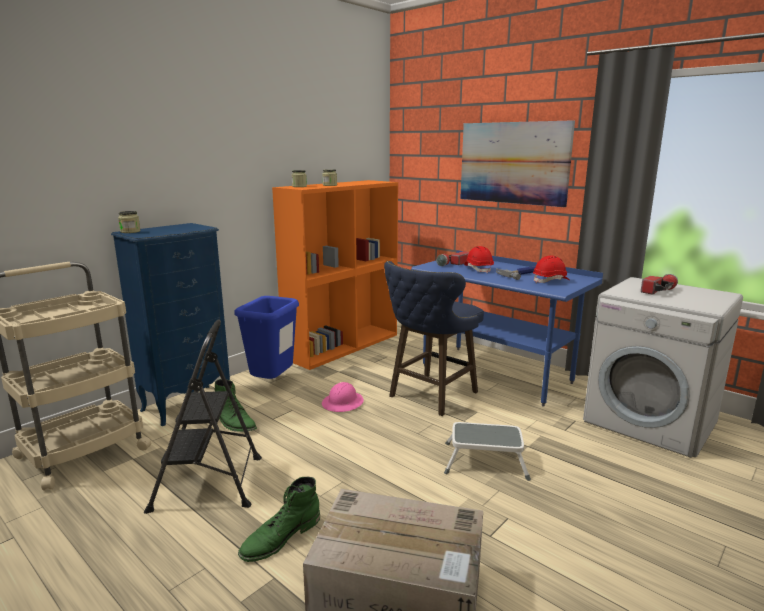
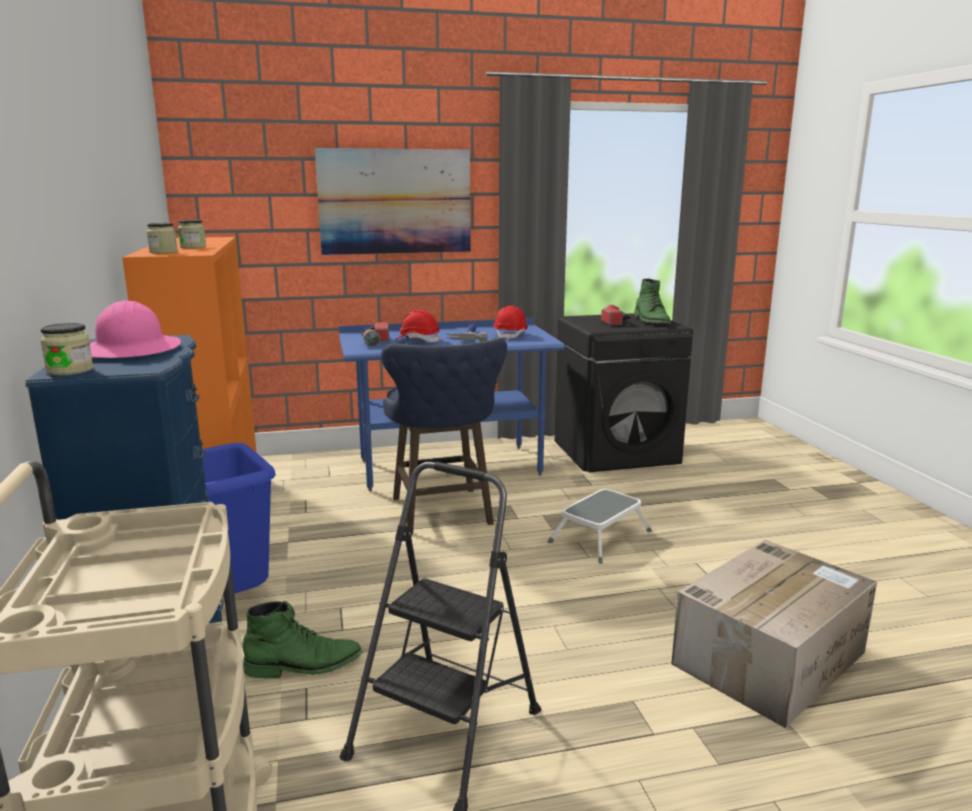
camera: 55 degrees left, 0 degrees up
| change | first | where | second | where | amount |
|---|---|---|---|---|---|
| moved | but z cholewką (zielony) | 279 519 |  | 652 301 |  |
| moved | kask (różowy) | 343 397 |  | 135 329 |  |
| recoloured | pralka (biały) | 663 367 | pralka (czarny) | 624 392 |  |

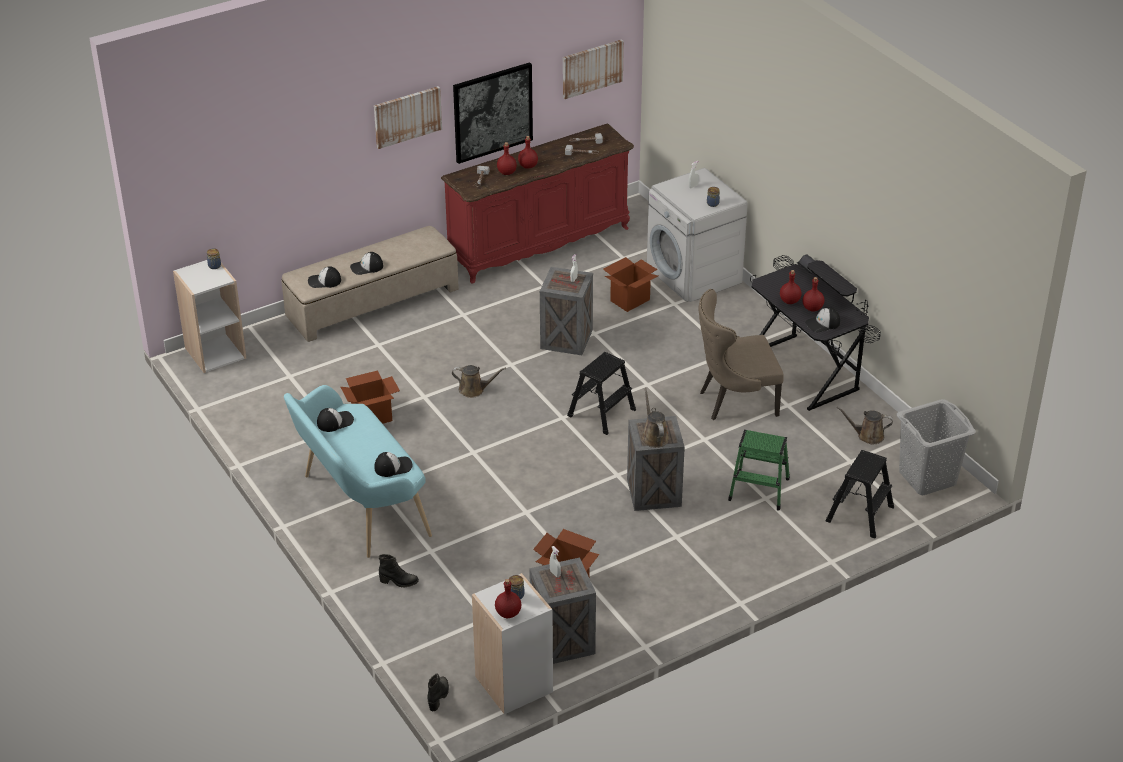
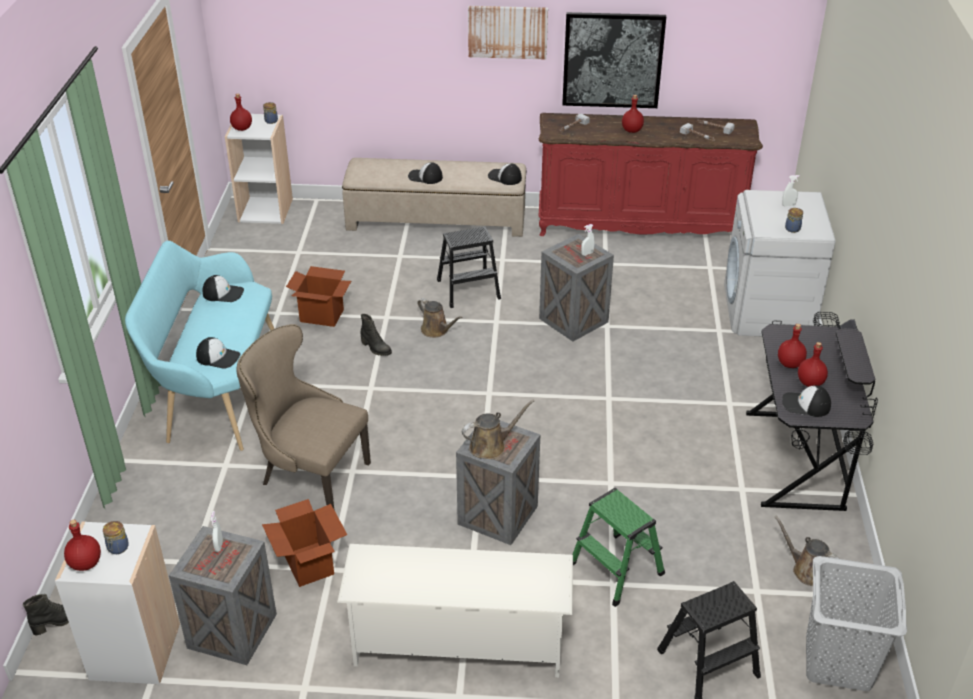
camera: 35 degrees right, 0 degrees up
| change | first | where | second | where | amount |
|---|---|---|---|---|---|
| moved | czapka z daszkiem | 324 277 |  | 505 174 |  |
| moved | but z cholewką (czarny) | 399 571 |  | 376 335 |  |
| moved | butelka (czerwony) | 507 158 |  | 241 112 |  |
| removed | obraz | 593 69 |  |  |  |
| moved | drabinka (czarny) | 601 393 |  | 469 267 |  |
| removed | karton | 630 284 |  |  |  |
| turned | konewka (brązowy) | 655 418 |  | 498 429 | 45 degrees clockwise |
| moved | krzesło (beżowy) | 741 354 |  | 304 416 |  |
| added |  |  | regał na buty (biały) | 455 610 |  |

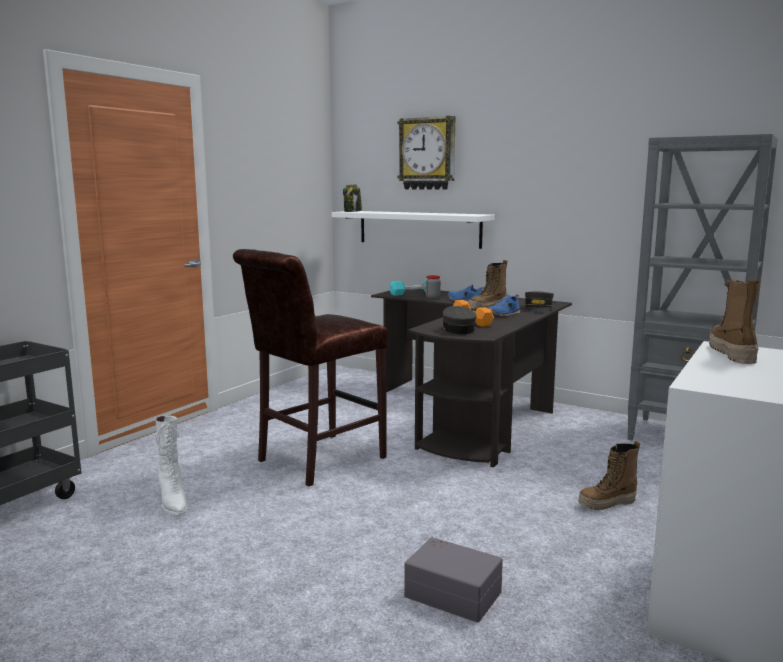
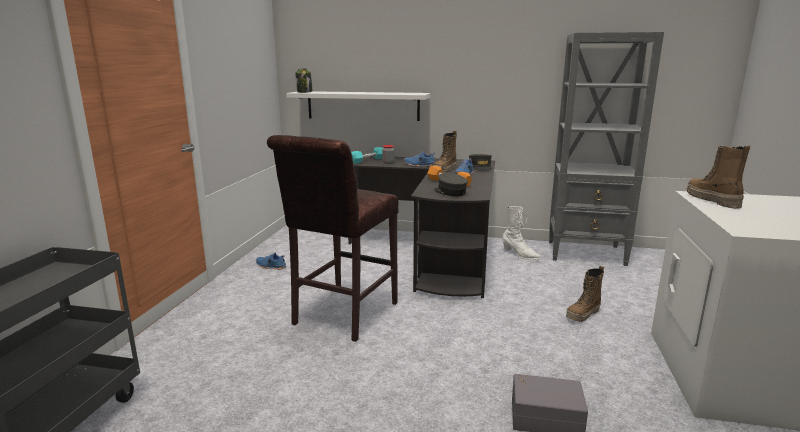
camera: 20 degrees left, 5 degrees up
| change | first | where | second | where | amount |
|---|---|---|---|---|---|
| moved | but z cholewką (biały) | 171 465 |  | 521 233 |  |
| removed | zegar ścienny | 426 153 |  |  |  |
| added |  |  | but (niebieski) | 271 261 |  |

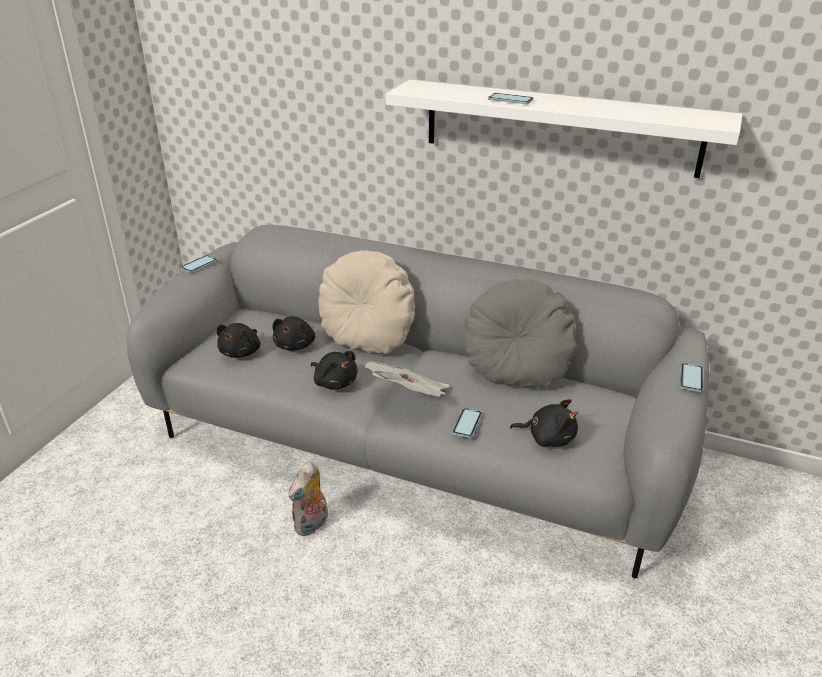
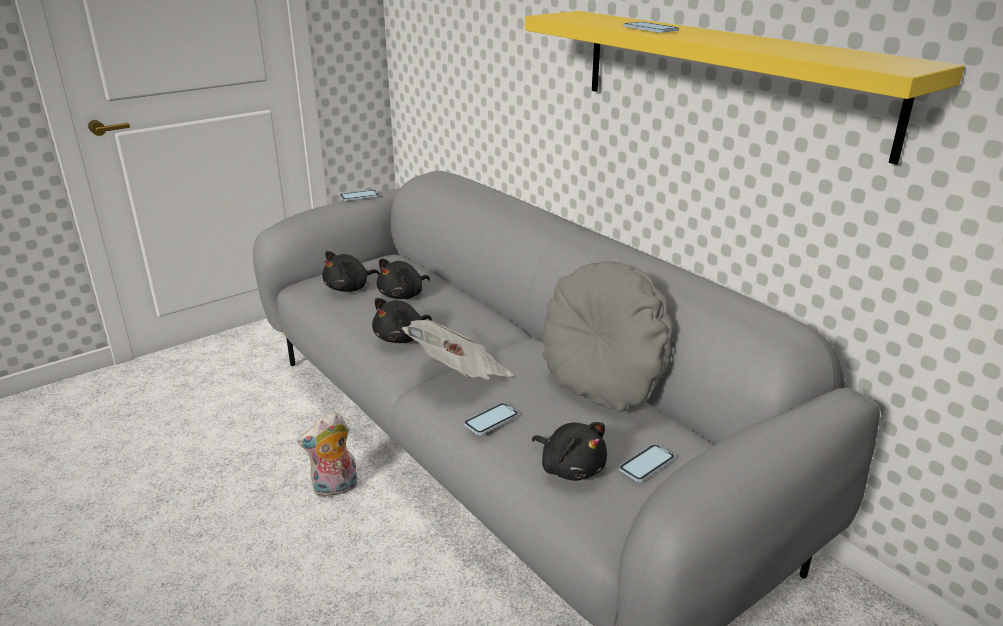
camera: 30 degrees right, 5 degrees down
| change | first | where | second | where | amount |
|---|---|---|---|---|---|
| turned | pluszak (czarny) | 334 370 |  | 402 320 | 60 degrees clockwise |
| removed | poduszka (beżowy) | 366 302 |  |  |  |
| recoloured | półka (biały) | 564 129 | półka (żółty) | 745 88 |  |
| moved | telefon | 692 377 |  | 647 463 |  |

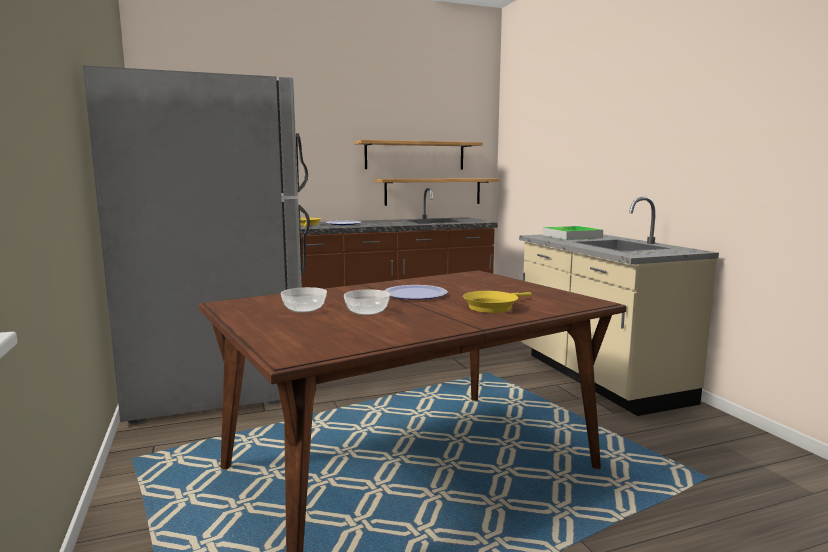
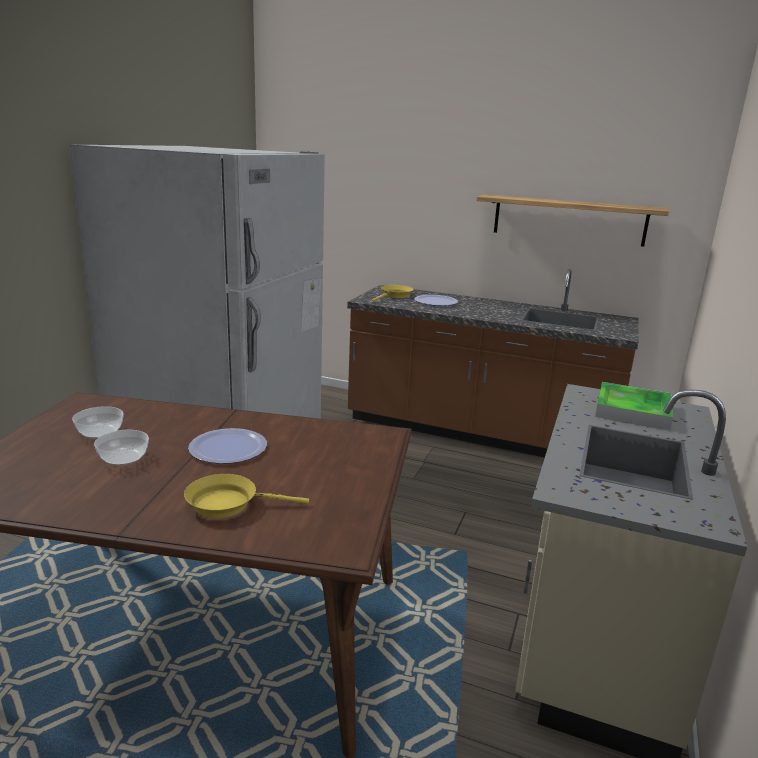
camera: 40 degrees right, 10 degrees up
| change | first | where | second | where | amount |
|---|---|---|---|---|---|
| removed | półka | 437 192 |  |  |  |

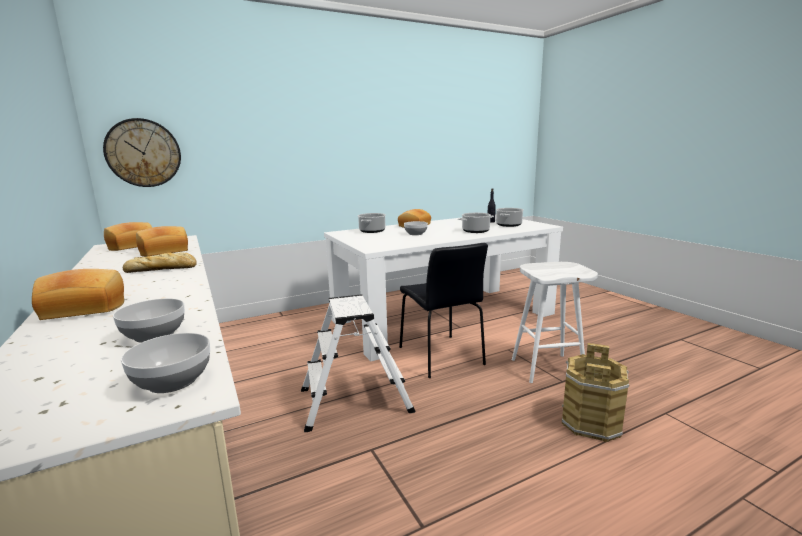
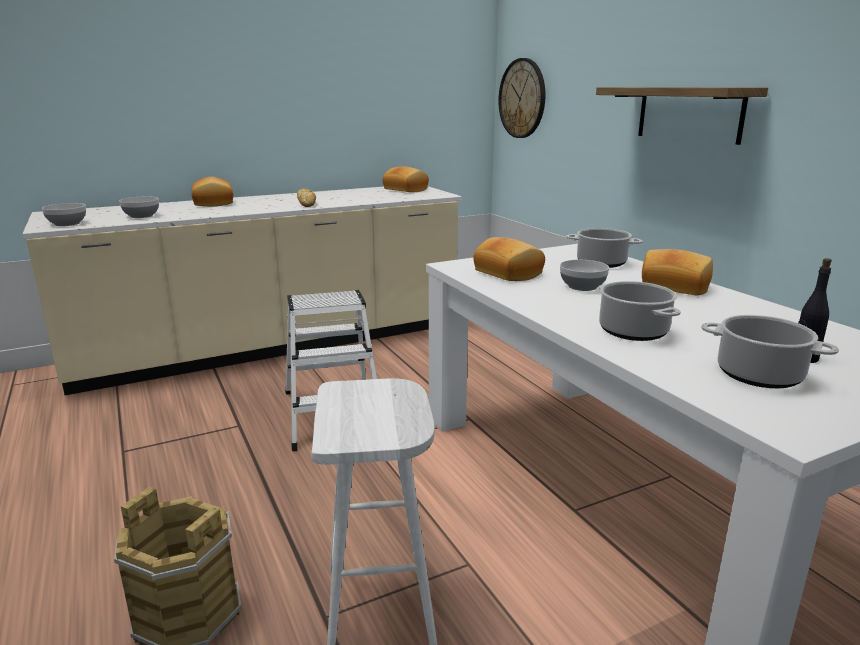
camera: 90 degrees right, 5 degrees up
| change | first | where | second | where | amount |
|---|---|---|---|---|---|
| moved | chleb | 162 241 |  | 509 259 |  |
| removed | krzesło (czarny) | 443 310 |  |  |  |
| added |  |  | półka | 682 116 |  |

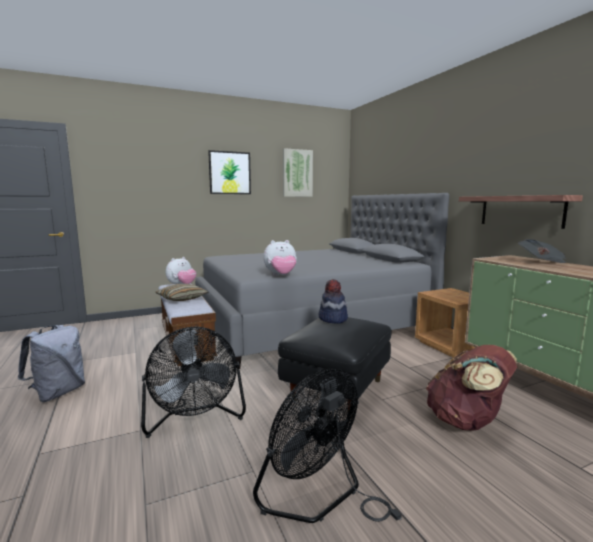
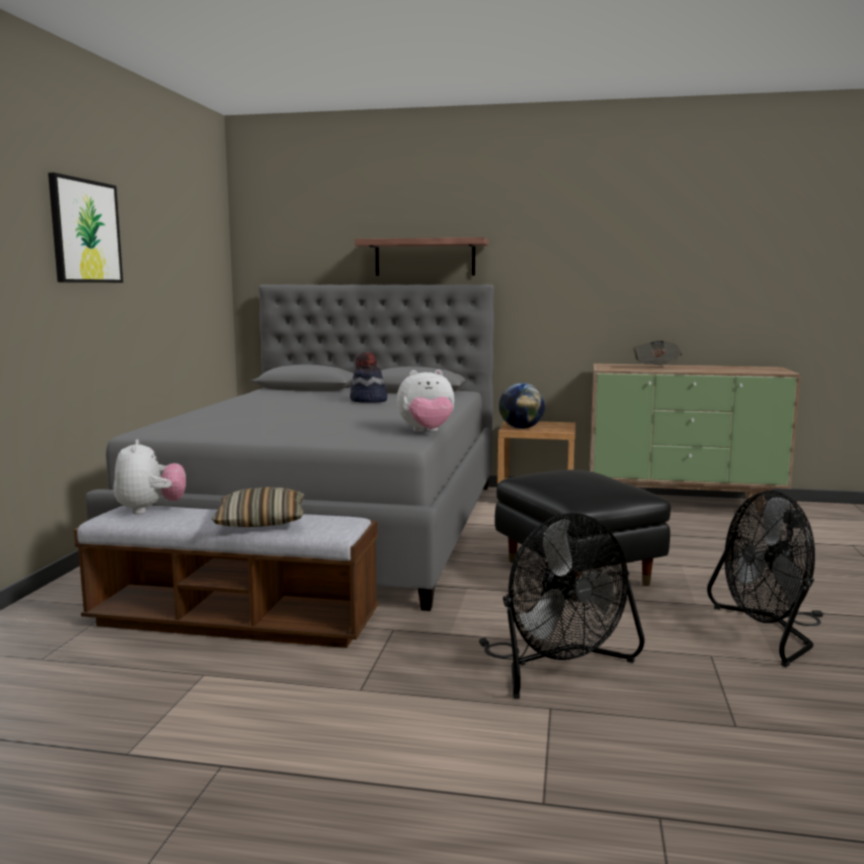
camera: 55 degrees left, 0 degrees up
| change | first | where | second | where | amount |
|---|---|---|---|---|---|
| removed | plecak (szary) | 51 363 |  |  |  |
| turned | wentylator (czarny) | 193 382 |  | 562 606 | 45 degrees clockwise |
| turned | pluszak | 280 258 |  | 425 400 | 60 degrees clockwise |
| removed | obraz | 298 172 |  |  |  |
| moved | kapelusz | 333 301 |  | 368 377 |  |
| removed | plecak (brązowy) | 471 388 |  |  |  |
| moved | półka | 521 212 |  | 422 256 |  |
| added |  |  | globus | 522 406 |  |

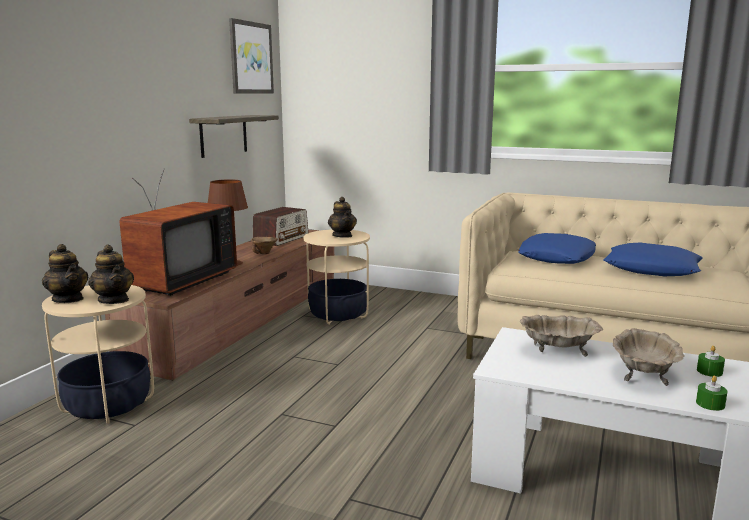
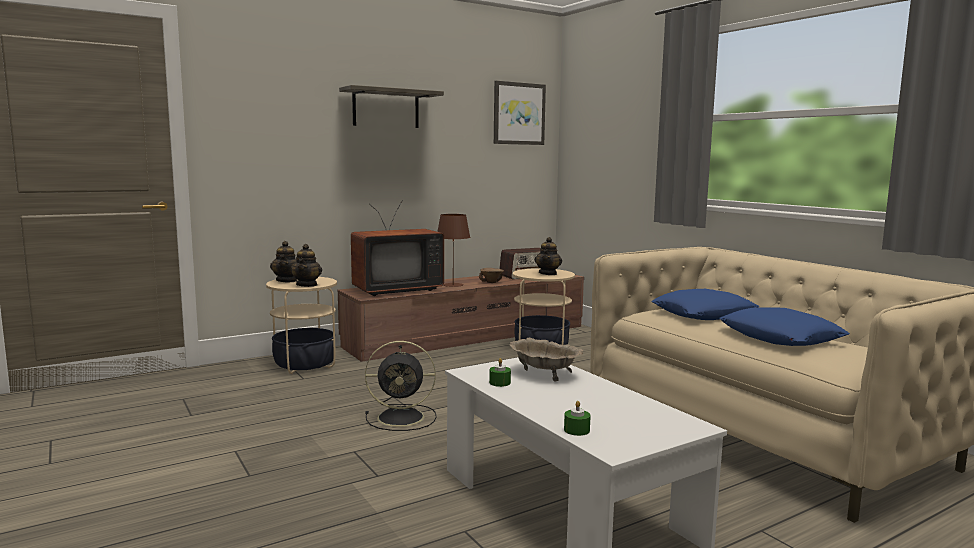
camera: 35 degrees right, 5 degrees down
| change | first | where | second | where | amount |
|---|---|---|---|---|---|
| moved | półka | 234 136 |  | 391 106 |  |
| removed | miska (beżowy) | 649 357 |  |  |  |
| moved | świeca (zielony) | 711 361 |  | 500 372 |  |
| added |  |  | wentylator (czarny) | 401 386 |  |

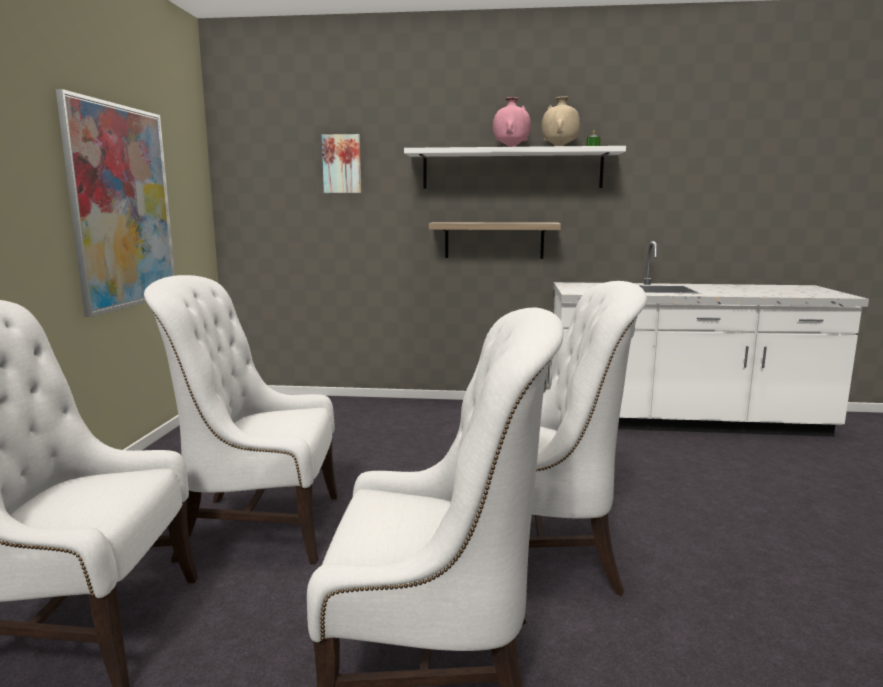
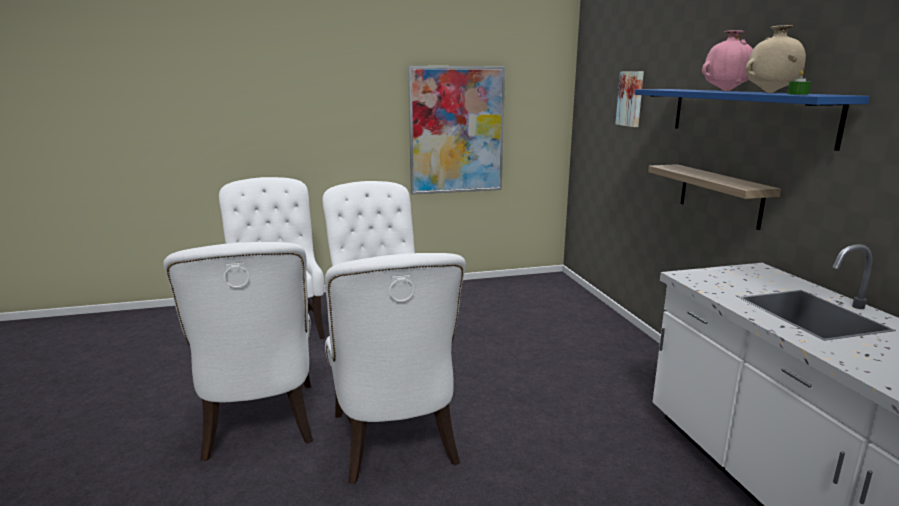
camera: 70 degrees right, 5 degrees up
| change | first | where | second | where | amount |
|---|---|---|---|---|---|
| recoloured | półka (biały) | 515 167 | półka (niebieski) | 752 120 |  |

